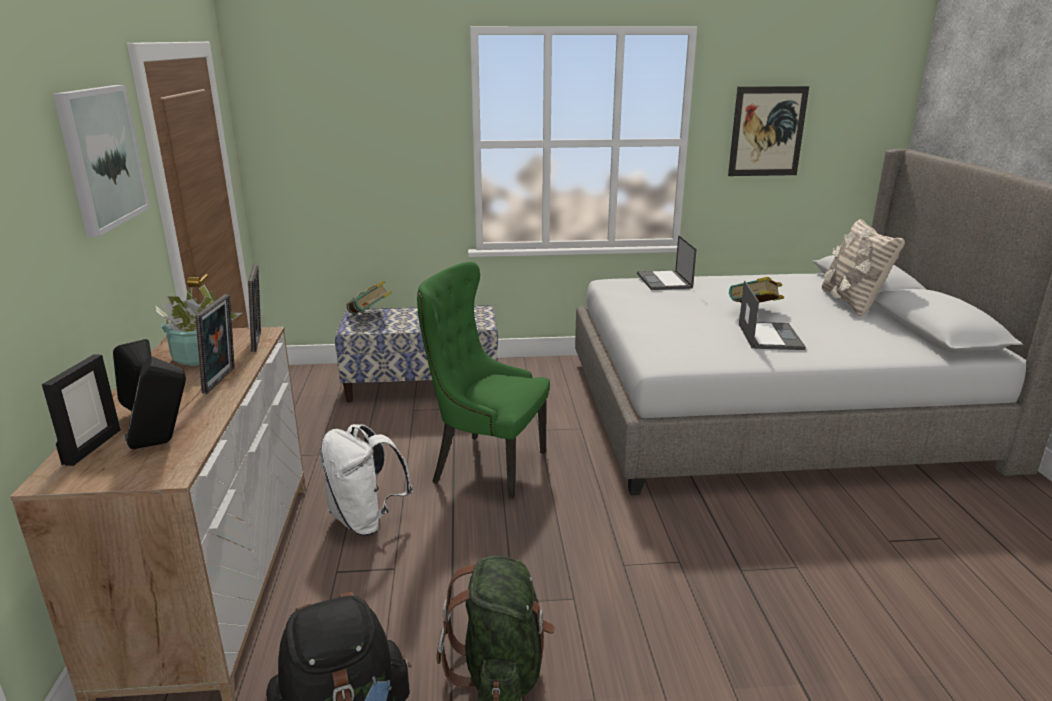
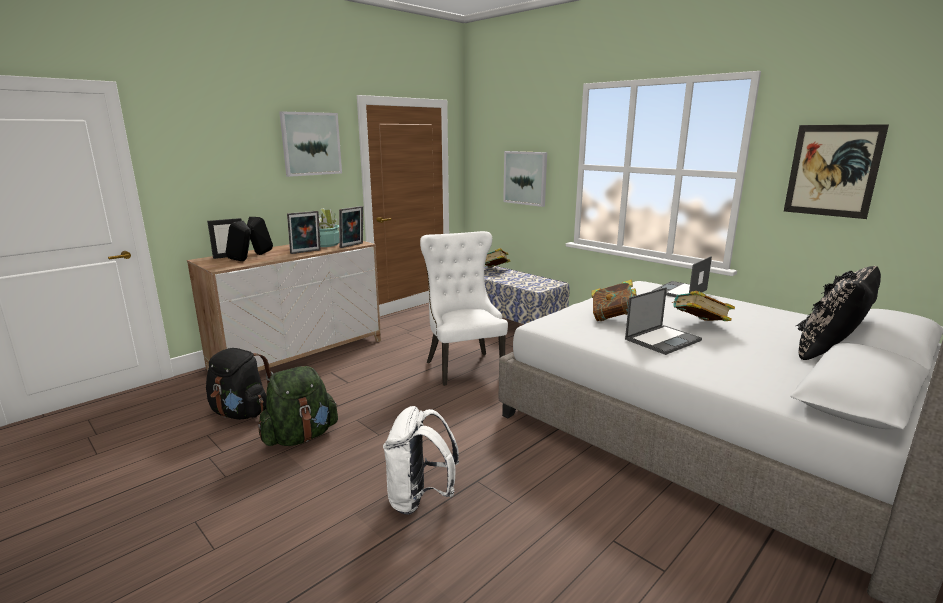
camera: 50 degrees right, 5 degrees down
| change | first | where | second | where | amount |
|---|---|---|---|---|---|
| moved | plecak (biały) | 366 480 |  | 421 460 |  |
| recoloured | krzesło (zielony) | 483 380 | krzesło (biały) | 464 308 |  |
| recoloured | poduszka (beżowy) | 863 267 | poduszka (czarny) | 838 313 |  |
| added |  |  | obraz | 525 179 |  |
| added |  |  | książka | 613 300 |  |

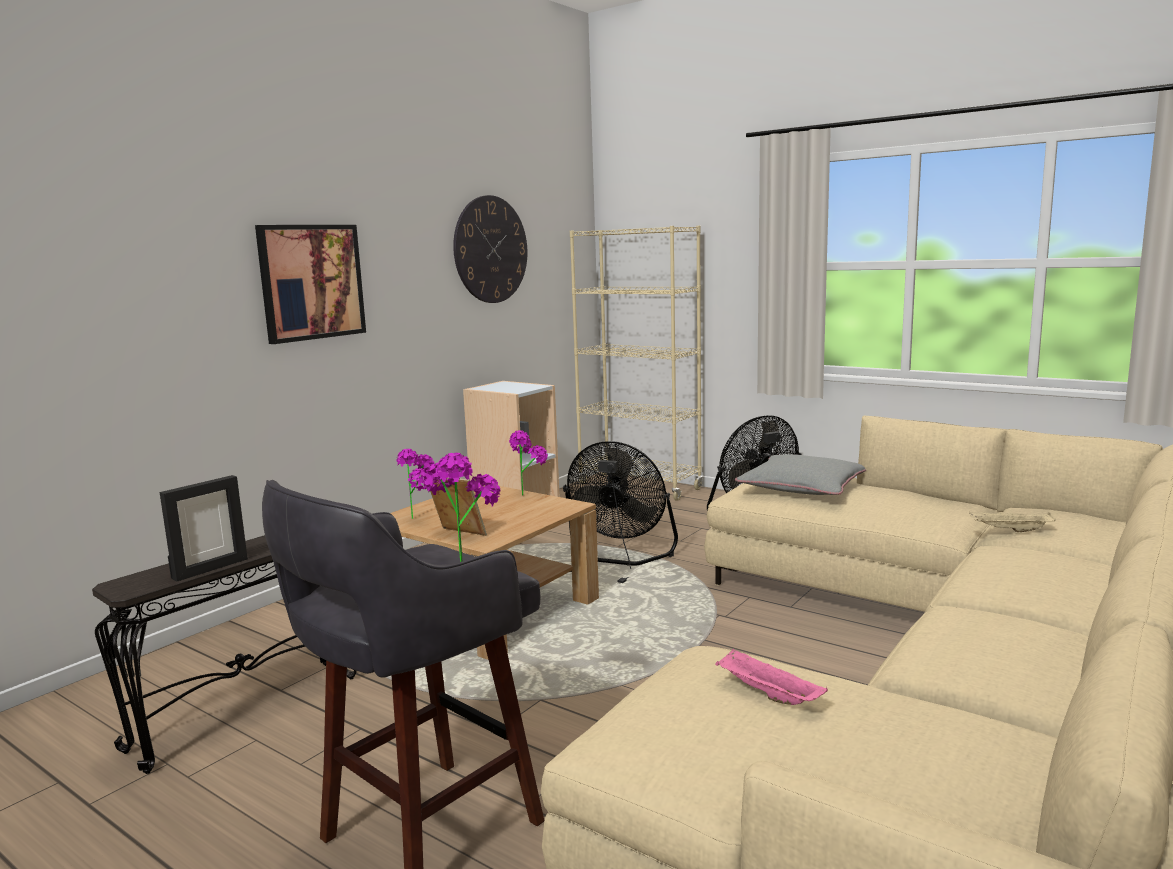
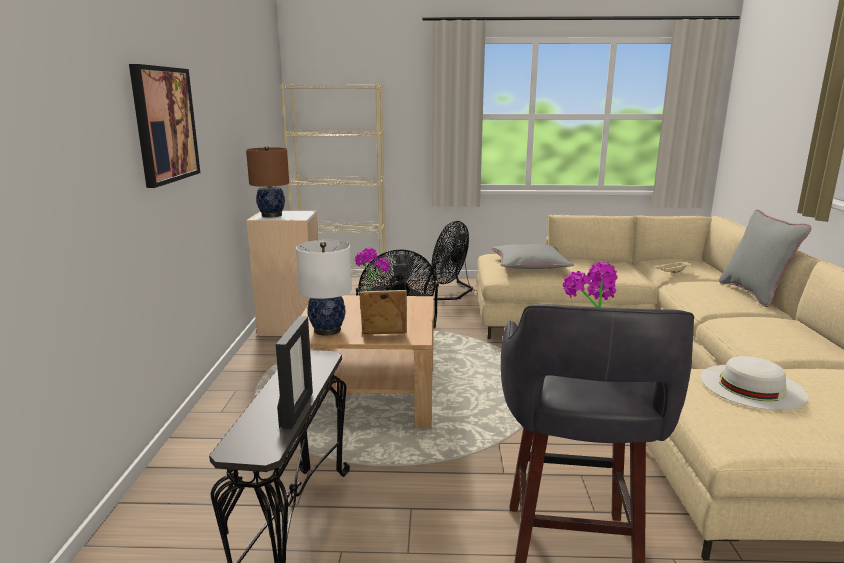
camera: 35 degrees left, 5 degrees up
| change | first | where | second | where | amount |
|---|---|---|---|---|---|
| replaced | roślina doniczkowa | 415 484 | lampa stołowa (biały) | 324 288 |  |
| removed | zegar ścienny | 490 249 |  |  |  |
| replaced | taca (różowy) | 771 676 | kapelusz (biały) | 754 383 |  |
| added |  |  | lampa stołowa (brązowy) | 267 182 |  |
| added |  |  | poduszka (szary) | 765 258 |  |

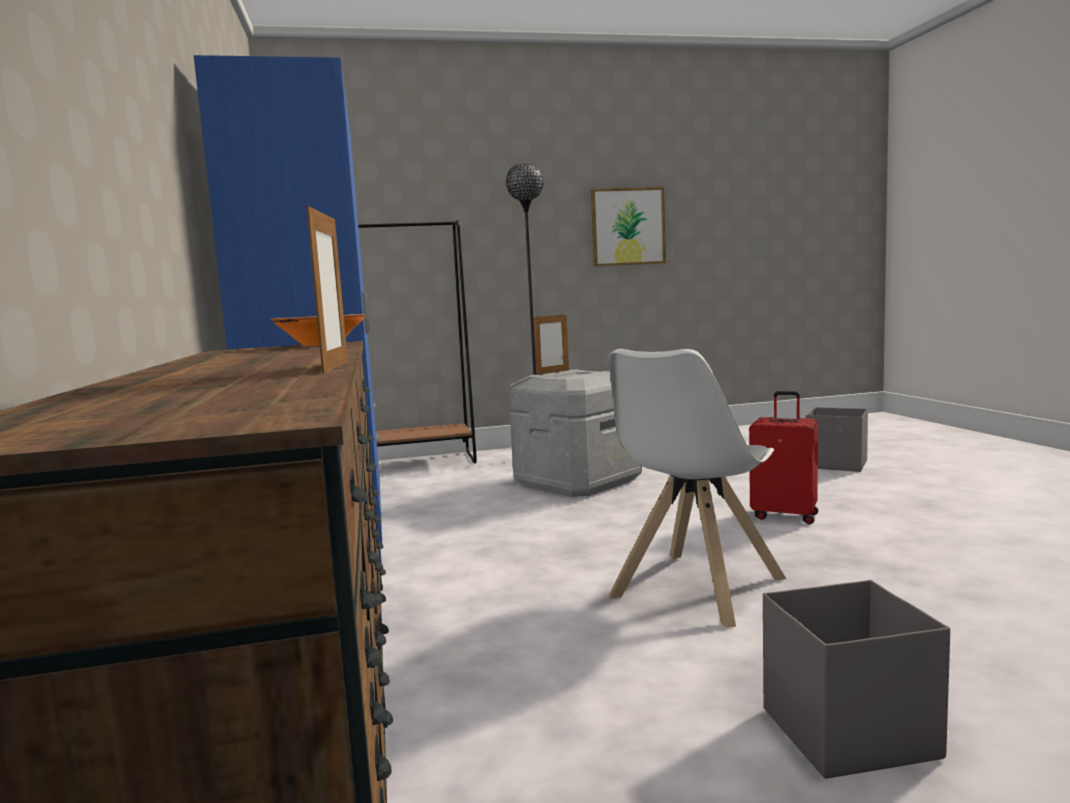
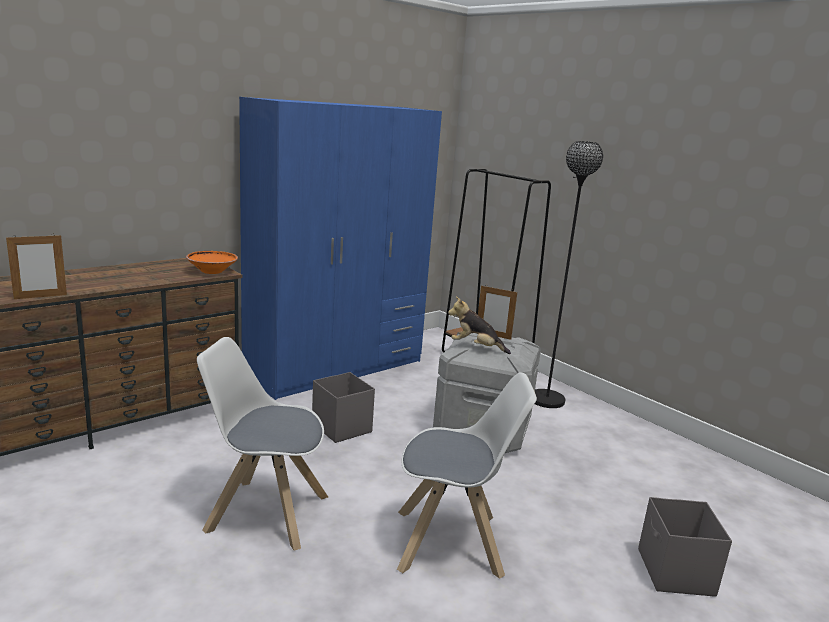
camera: 60 degrees right, 10 degrees up
| change | first | where | second | where | amount |
|---|---|---|---|---|---|
| removed | obraz | 628 226 |  |  |  |
| replaced | walizka (czerwony) | 783 457 | krzesło | 467 475 |  |
| moved | pojemnik do przechowywania (szary) | 856 679 |  | 343 407 |  |
| added |  |  | pluszak | 479 325 |  |

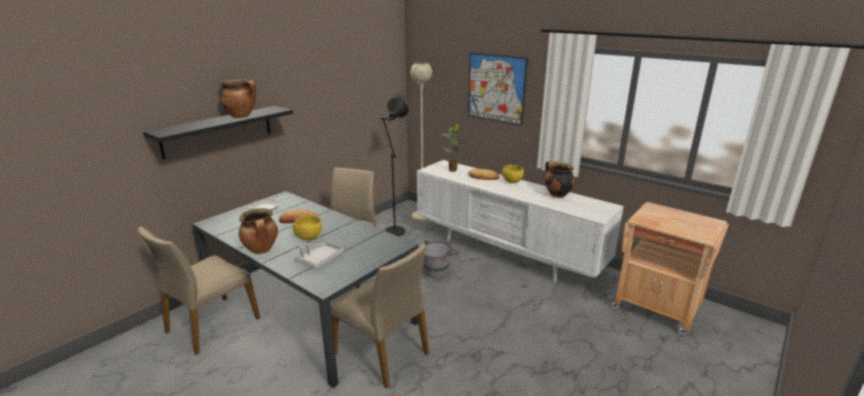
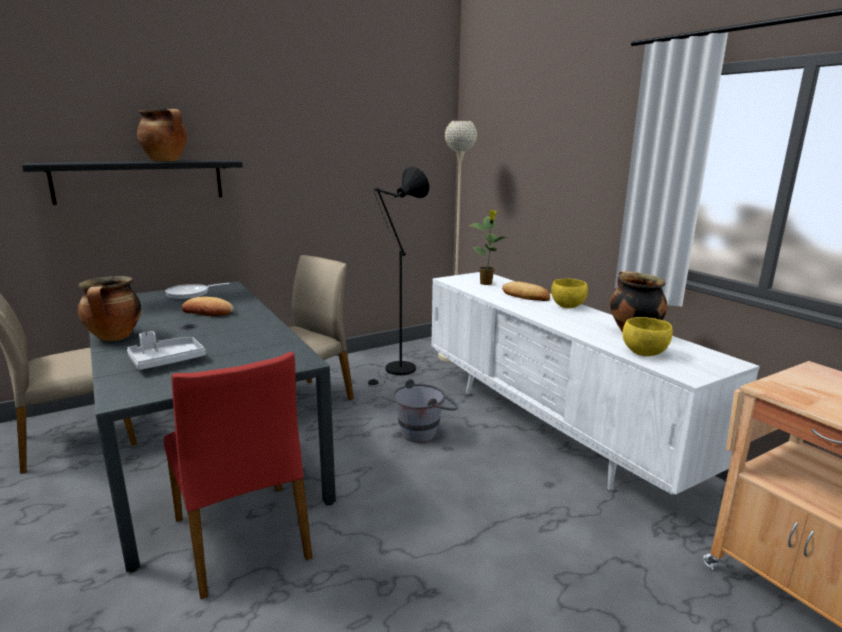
camera: 20 degrees right, 5 degrees down
| change | first | where | second | where | amount |
|---|---|---|---|---|---|
| moved | miska (żółty) | 307 228 |  | 648 336 |  |
| recoloured | krzesło (beżowy) | 379 315 | krzesło (czerwony) | 238 475 |  |
| removed | obraz | 498 89 |  |  |  |

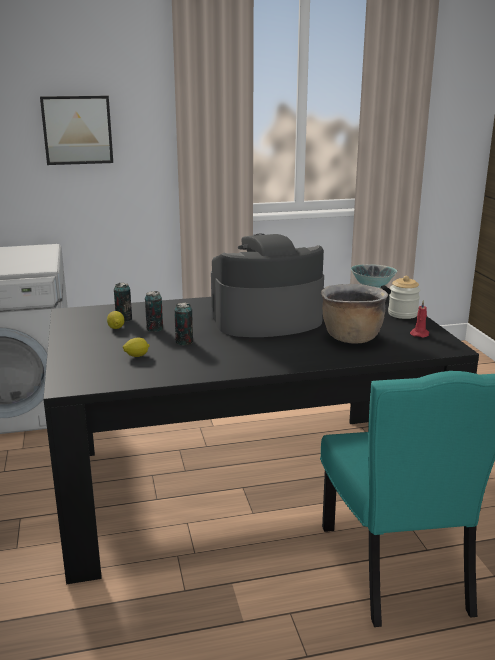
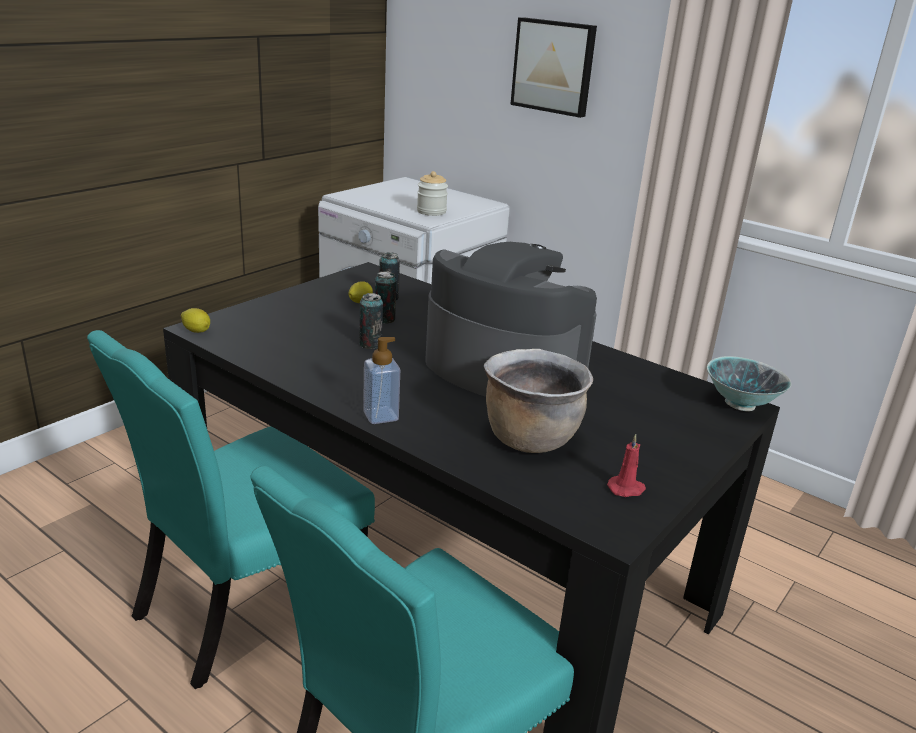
camera: 50 degrees right, 5 degrees up
| change | first | where | second | where | amount |
|---|---|---|---|---|---|
| moved | cytryna | 136 347 |  | 195 320 |  |
| moved | słoik | 404 297 |  | 432 193 |  |
| added |  |  | krzesło (turkusowy) | 231 509 |  |
| added |  |  | dozownik mydła | 381 380 |  |

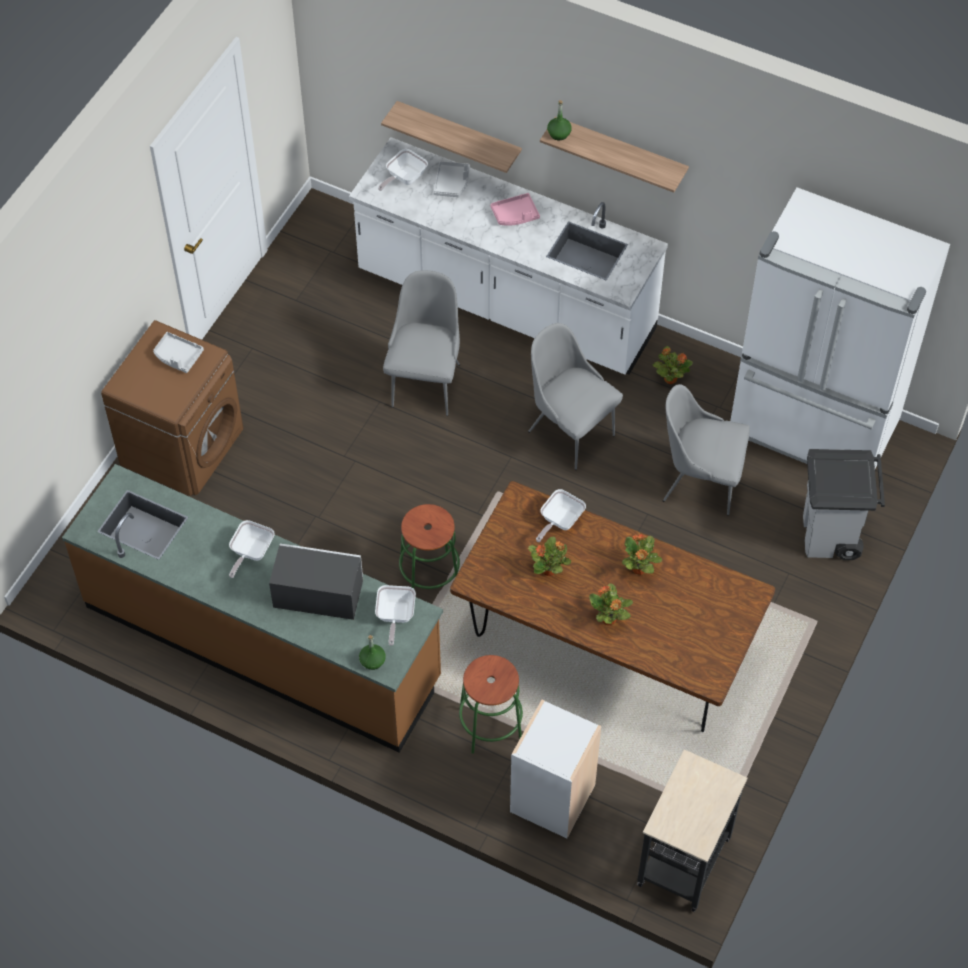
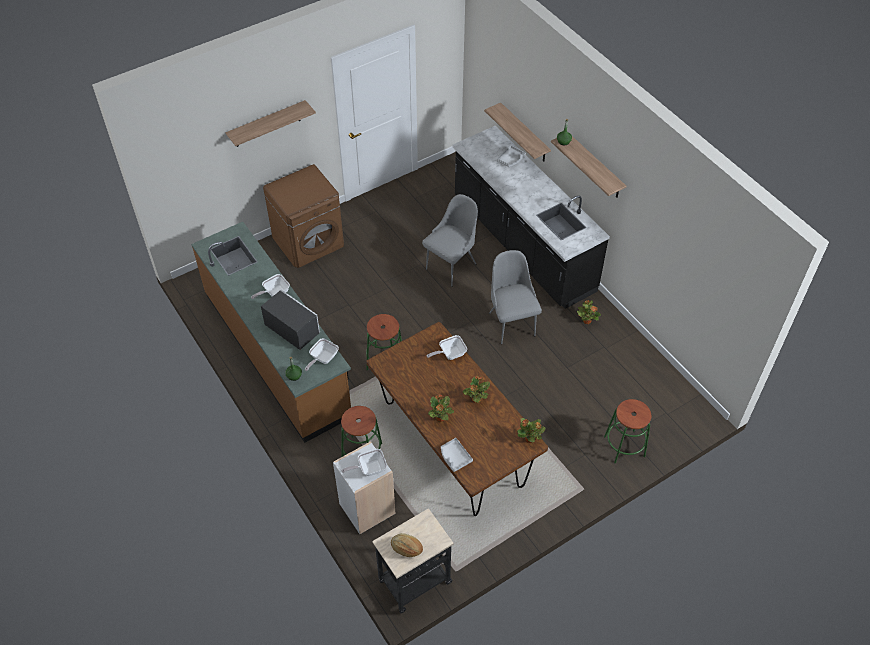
camera: 30 degrees right, 5 degrees down
| change | first | where | second | where | amount |
|---|---|---|---|---|---|
| moved | taca (szary) | 178 352 |  | 457 455 |  |
| recoloured | zabudowa kuchenna (biały) | 508 256 | zabudowa kuchenna (czarny) | 531 217 |  |
| moved | patelnia | 403 170 |  | 364 462 |  |
| removed | taca (różowy) | 515 209 |  |  |  |
| moved | roślina doniczkowa | 549 556 |  | 531 430 |  |
| removed | krzesło (szary) | 706 450 |  |  |  |
| removed | lodówka (biały) | 840 327 |  |  |  |
| replaced | kosz na śmieci (szary) | 844 504 | stołek (zielony) | 627 431 |  |
| added |  |  | półka | 271 123 |  |
| added |  |  | chleb | 407 545 |  |

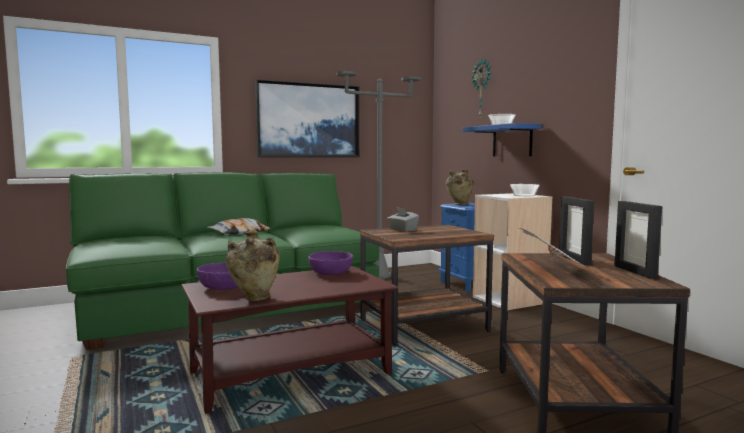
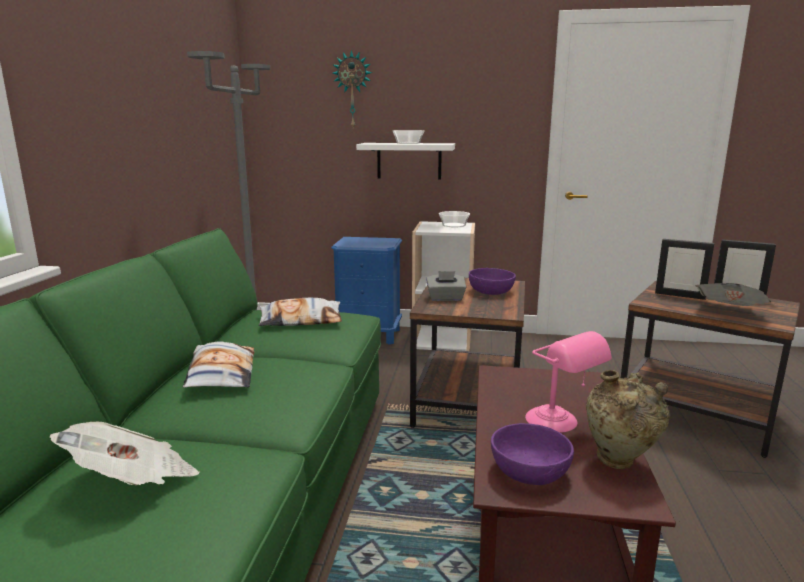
camera: 55 degrees left, 10 degrees up
| change | first | where | second | where | amount |
|---|---|---|---|---|---|
| removed | obraz | 307 118 |  |  |  |
| moved | miska (fioletowy) | 331 263 |  | 492 281 |  |
| removed | wazon (beżowy) | 460 187 |  |  |  |
| recoloured | półka (niebieski) | 502 139 | półka (biały) | 405 161 |  |
| added |  |  | gazeta | 125 454 |  |
| added |  |  | poduszka | 300 311 |  |
| added |  |  | lampa stołowa (różowy) | 568 382 |  |

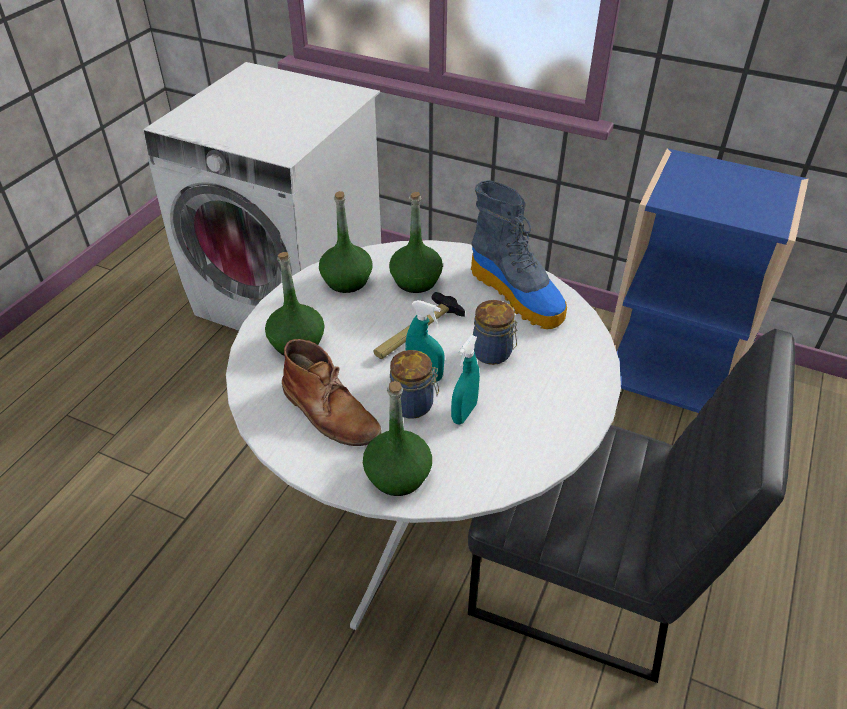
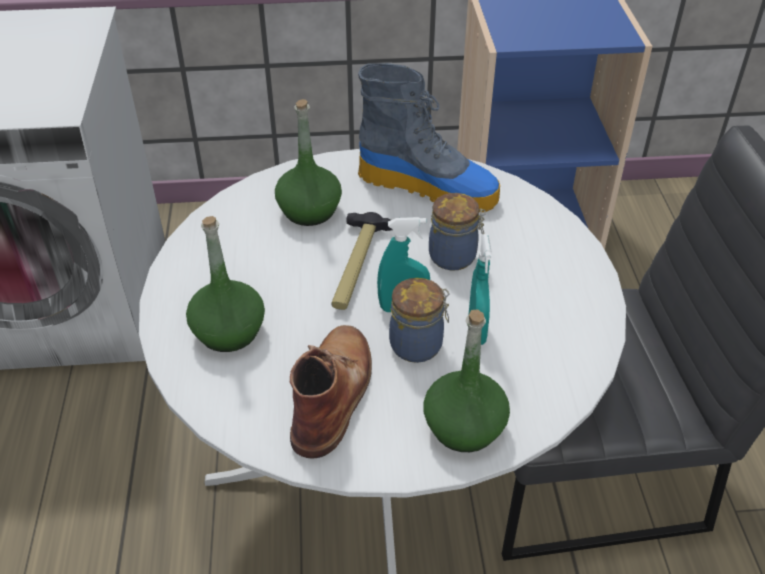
camera: 30 degrees left, 0 degrees up
| change | first | where | second | where | amount |
|---|---|---|---|---|---|
| turned | but z cholewką (brązowy) | 331 392 |  | 331 392 | 90 degrees counterclockwise |
| removed | butelka (zielony) | 345 242 |  |  |  |

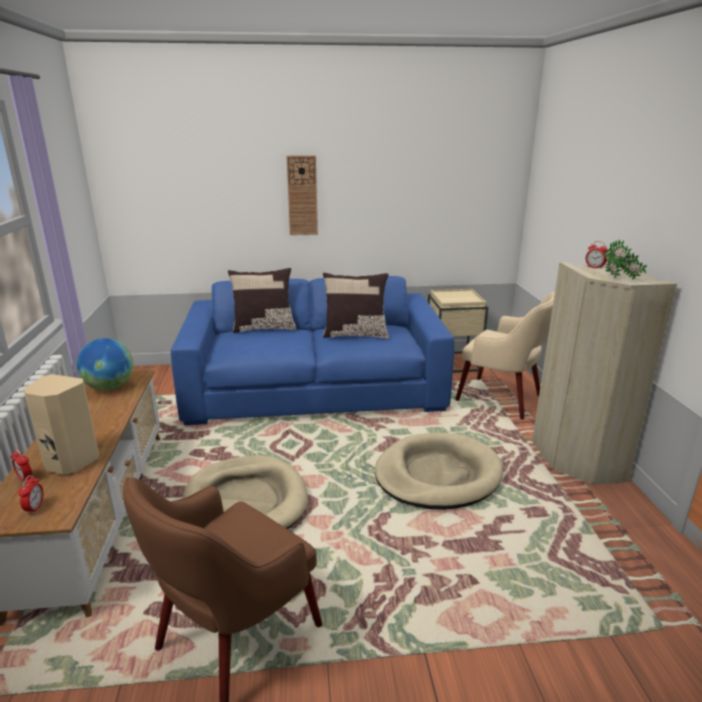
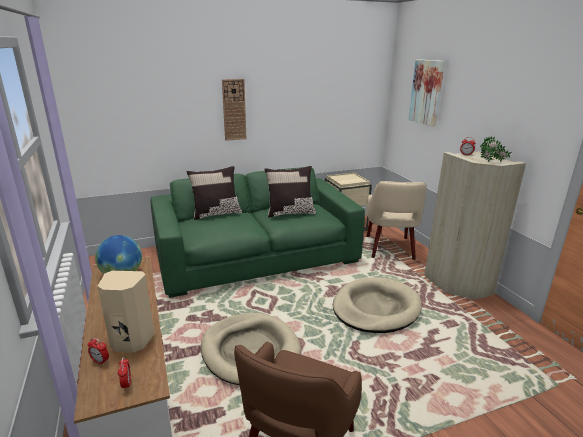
camera: 15 degrees left, 0 degrees up
| change | first | where | second | where | amount |
|---|---|---|---|---|---|
| recoloured | kanapa (niebieski) | 312 350 | kanapa (zielony) | 257 232 |  |
| turned | fotel (beżowy) | 505 356 |  | 396 220 | 75 degrees clockwise |
| added |  |  | obraz | 426 93 |  |

